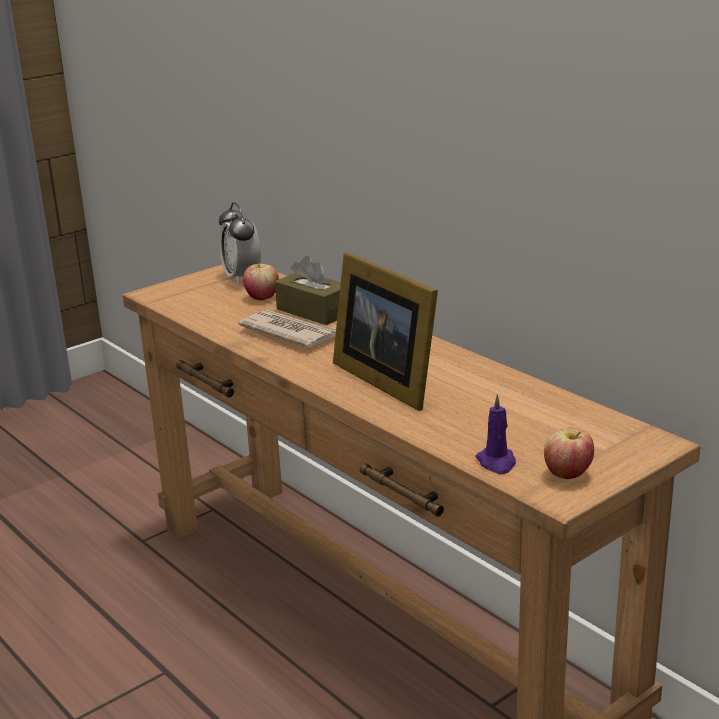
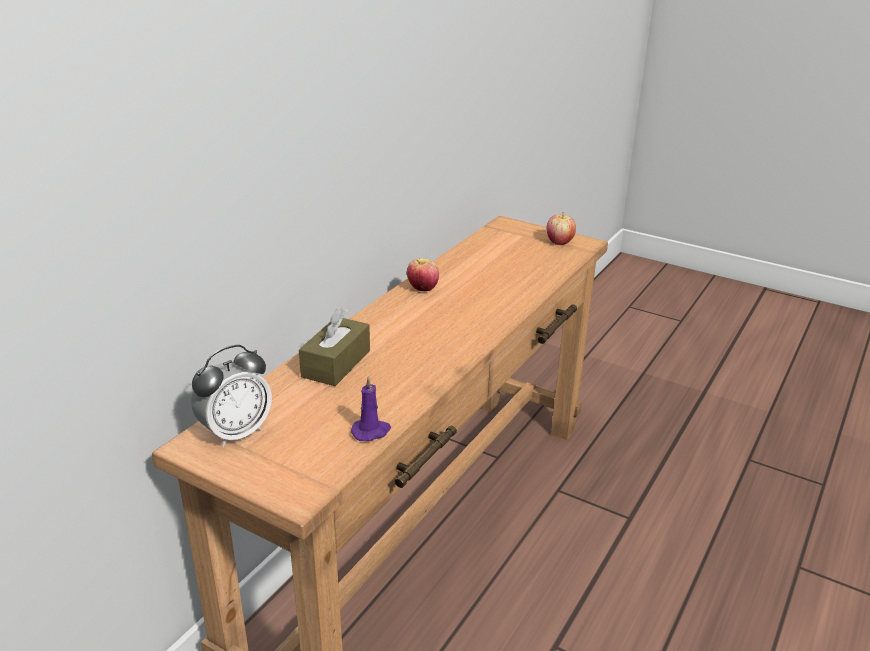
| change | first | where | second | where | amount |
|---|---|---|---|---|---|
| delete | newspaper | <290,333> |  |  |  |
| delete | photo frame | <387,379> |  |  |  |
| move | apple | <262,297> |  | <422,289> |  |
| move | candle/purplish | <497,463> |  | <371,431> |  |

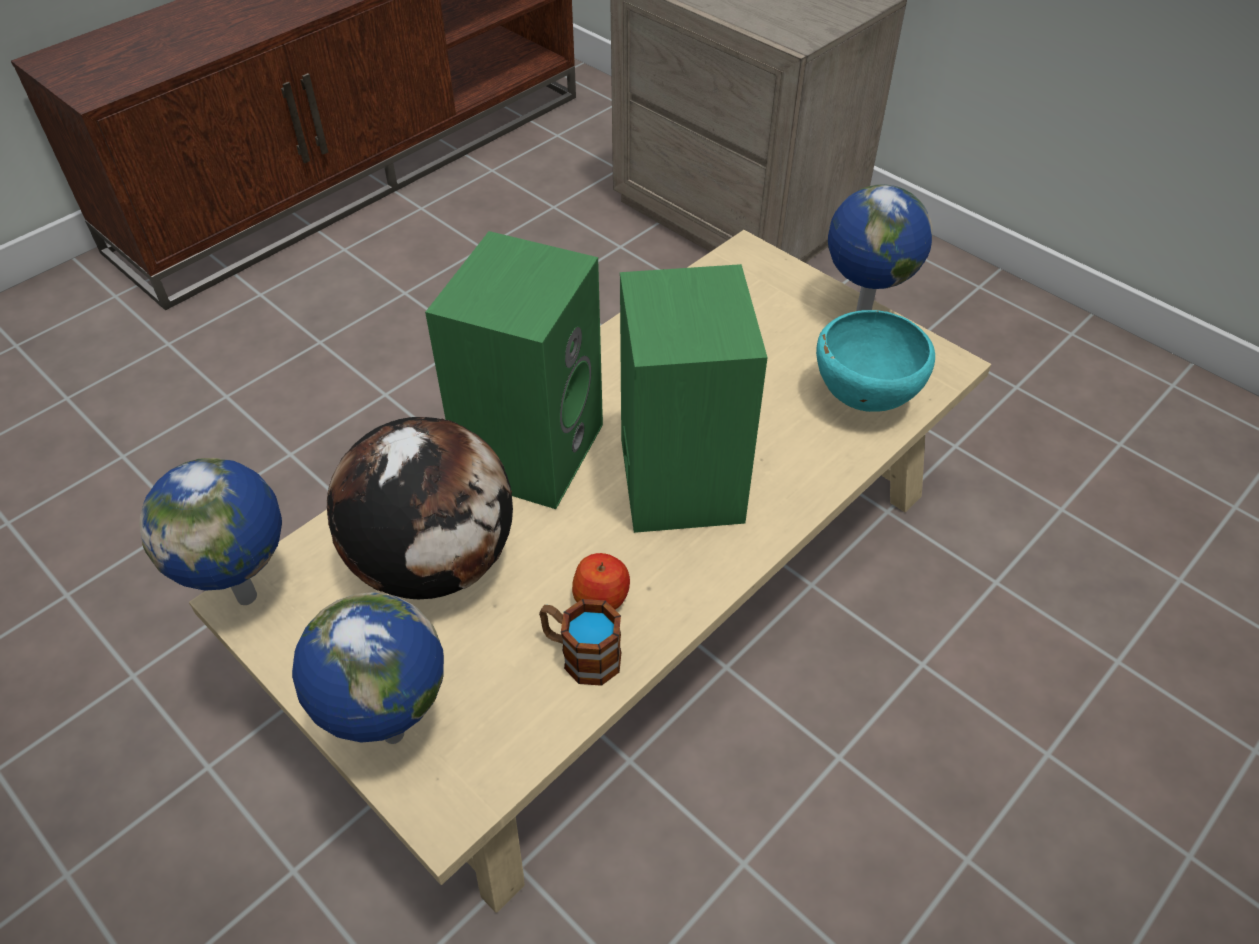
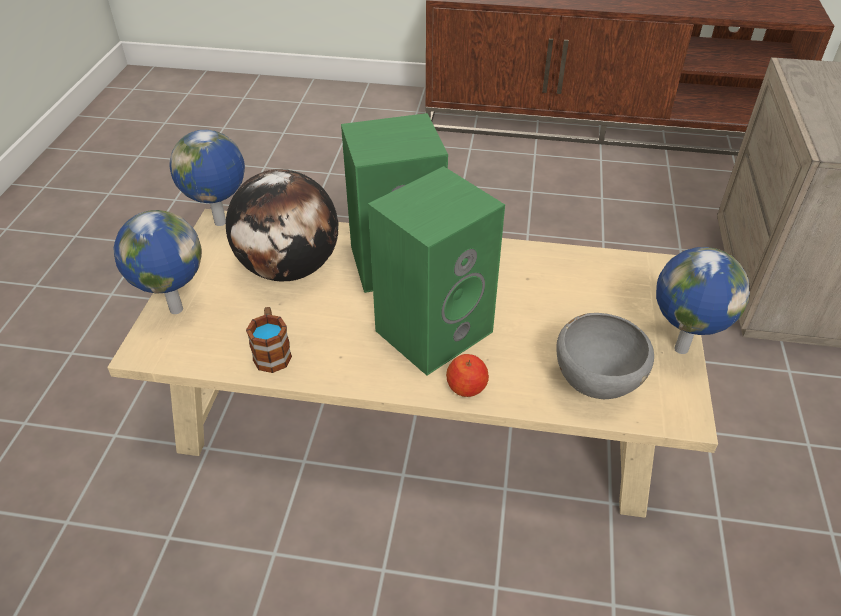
| change | first | where | second | where | amount |
|---|---|---|---|---|---|
| move | apple | <601,597> |  | <467,387> |  |
| recolor | bowl/turquoise | <862,400> | bowl/gray | <594,385> |  |

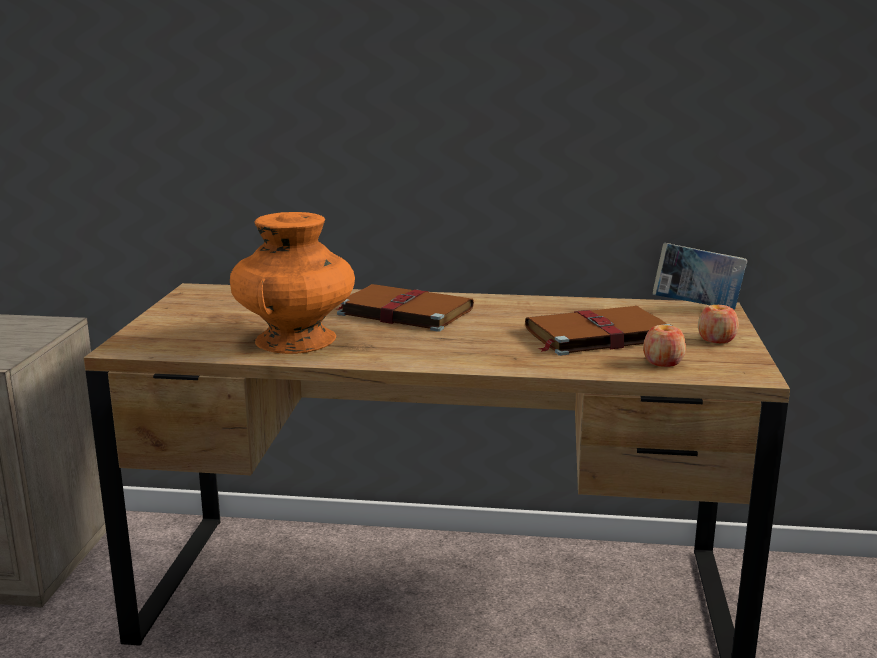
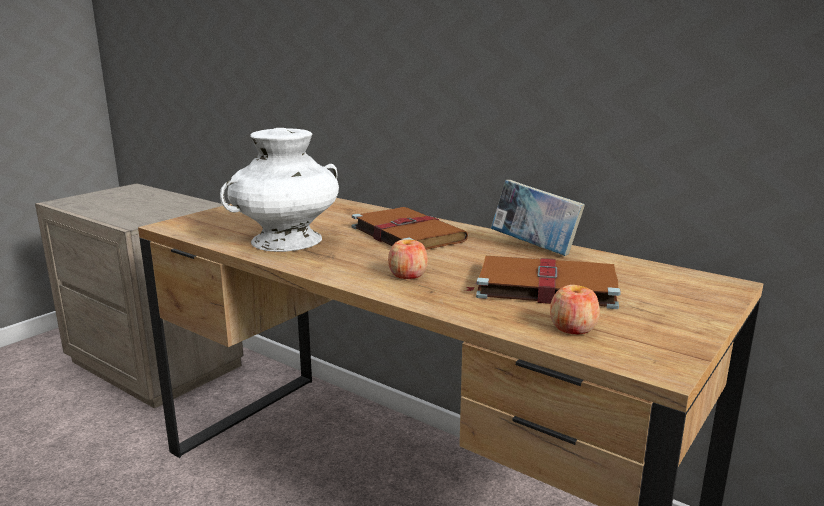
| change | first | where | second | where | amount |
|---|---|---|---|---|---|
| move | book | <696,308> |  | <534,249> |  |
| move | apple | <716,339> |  | <408,275> |  |
| recolor | flower vase/orange-coloured | <295,340> | flower vase/white | <286,241> |  |

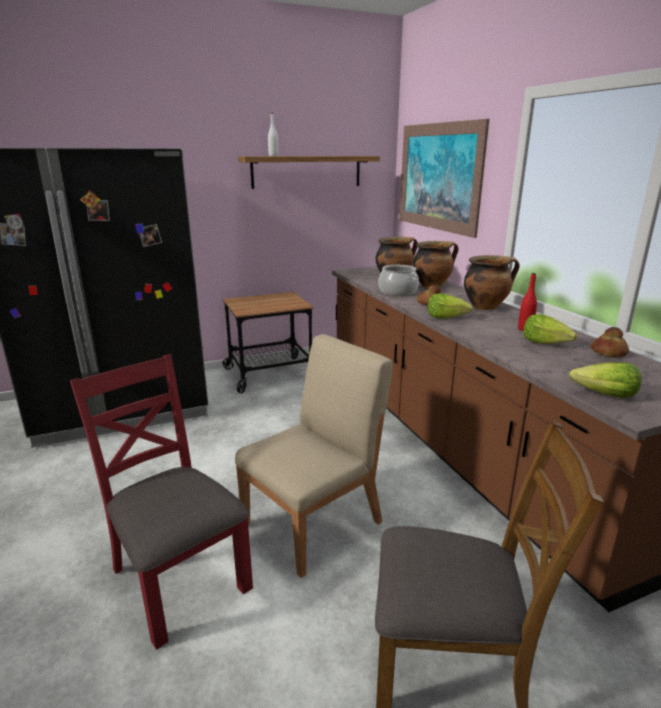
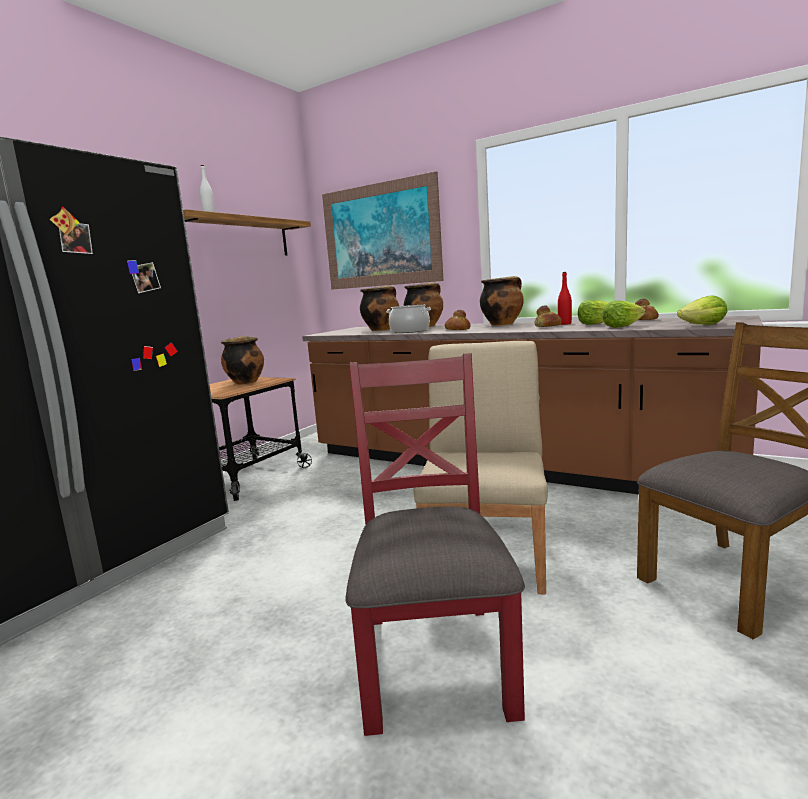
| change | first | where | second | where | amount |
|---|---|---|---|---|---|
| insert |  |  | saucepot | <245,382> |  |
| insert |  |  | bread | <547,326> |  |
| move | lettuce | <446,317> |  | <622,326> |  |
| rotate | plain chair/red | <178,578> |  | <435,661> | 75 degrees clockwise |

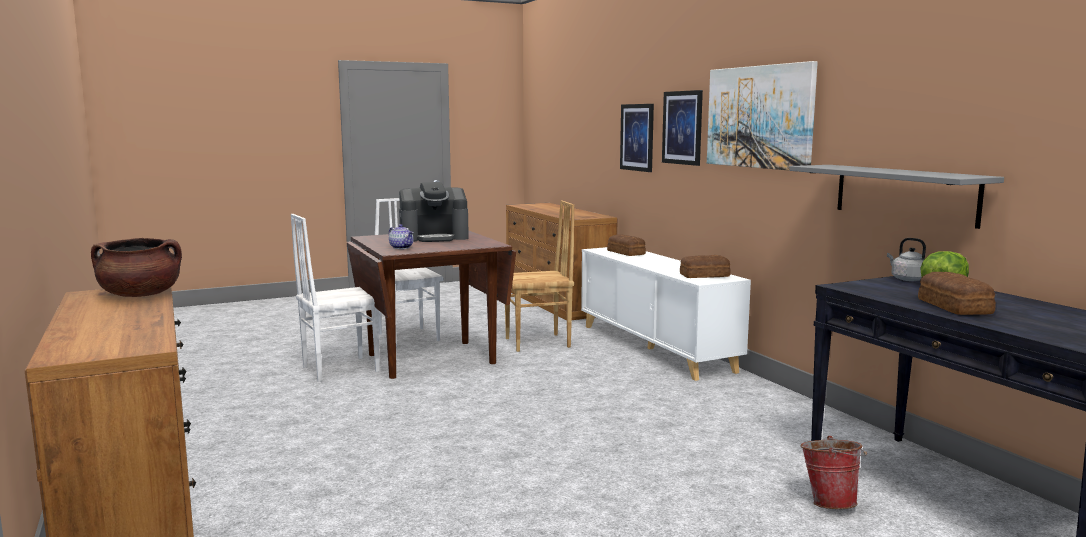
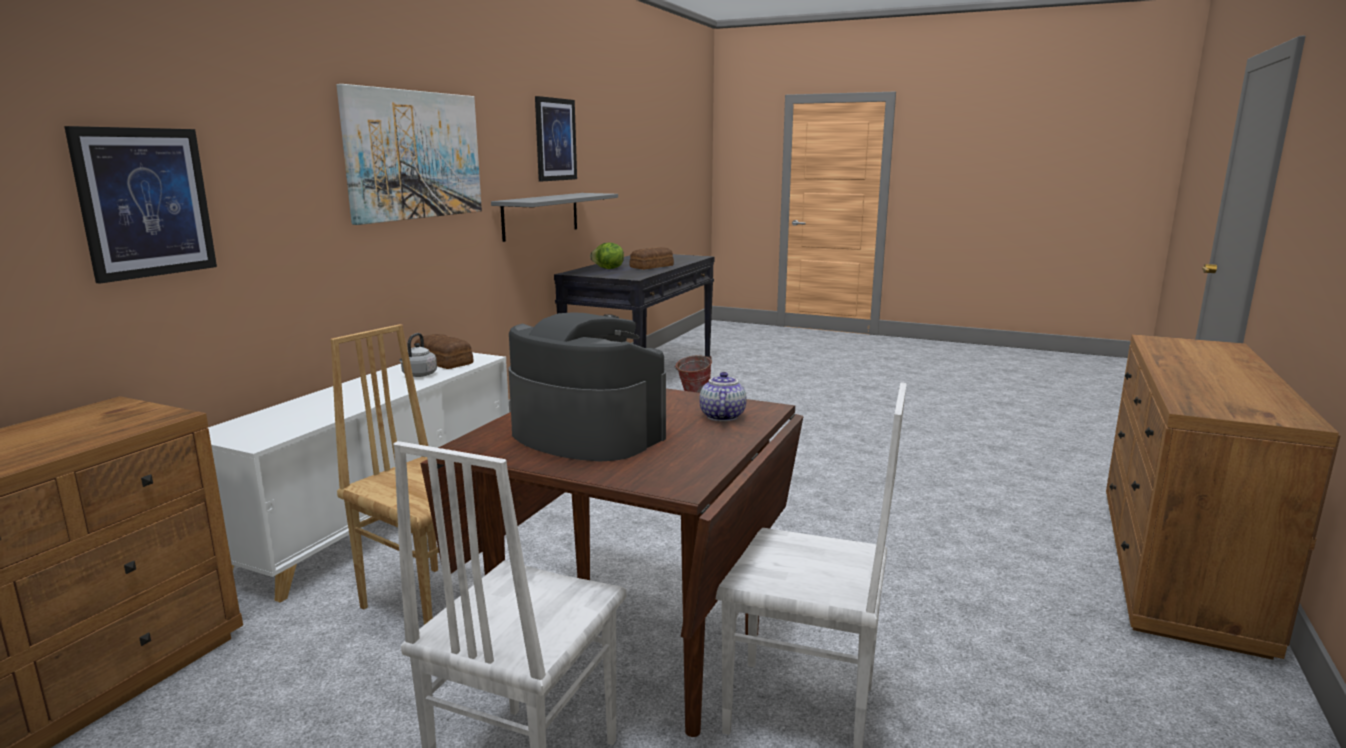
| change | first | where | second | where | amount |
|---|---|---|---|---|---|
| delete | saucepot/brownish | <140,295> |  |  |  |
| delete | bread | <626,252> |  |  |  |
| move | picture | <682,127> |  | <555,139> |  |
| move | kettle/gray | <907,279> |  | <418,375> |  |

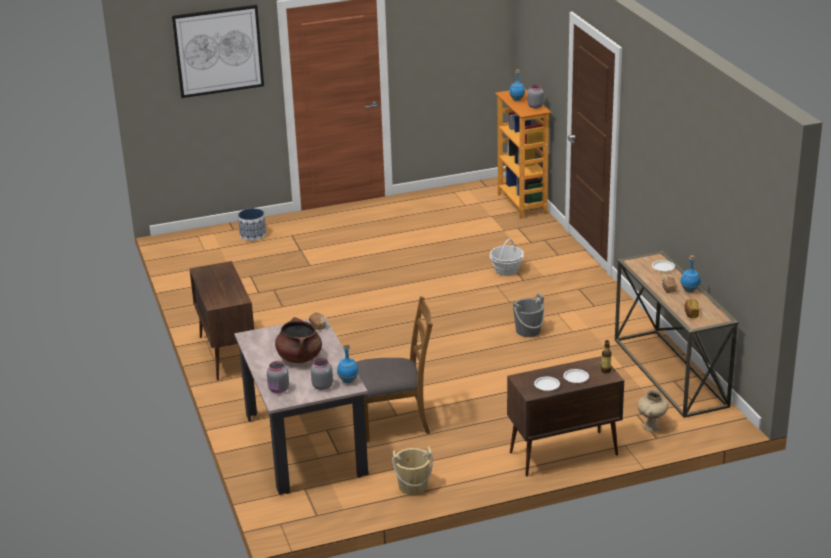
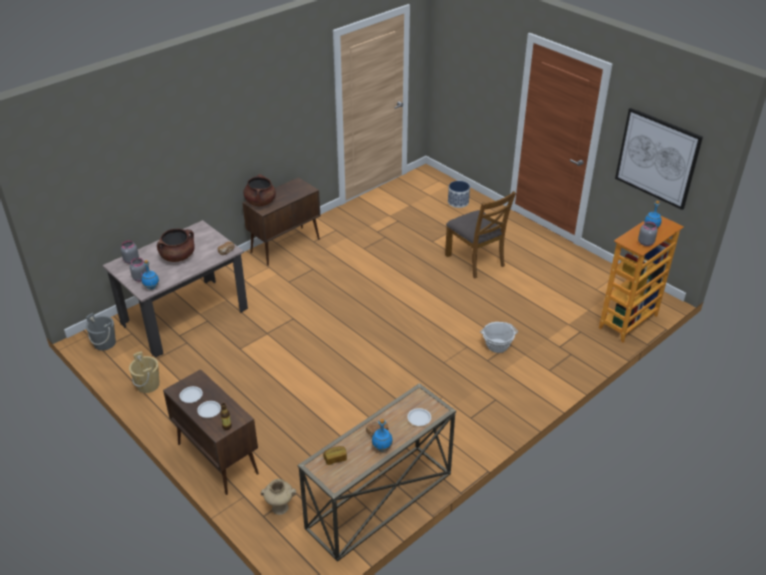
| change | first | where | second | where | amount |
|---|---|---|---|---|---|
| insert |  |  | saucepot/brownish | <260,202> |  |
| move | picture | <218,51> |  | <657,158> |  |
| move | plain chair/brownish | <394,421> |  | <475,260> |  |
| move | pail/gray | <528,331> |  | <104,343> |  |

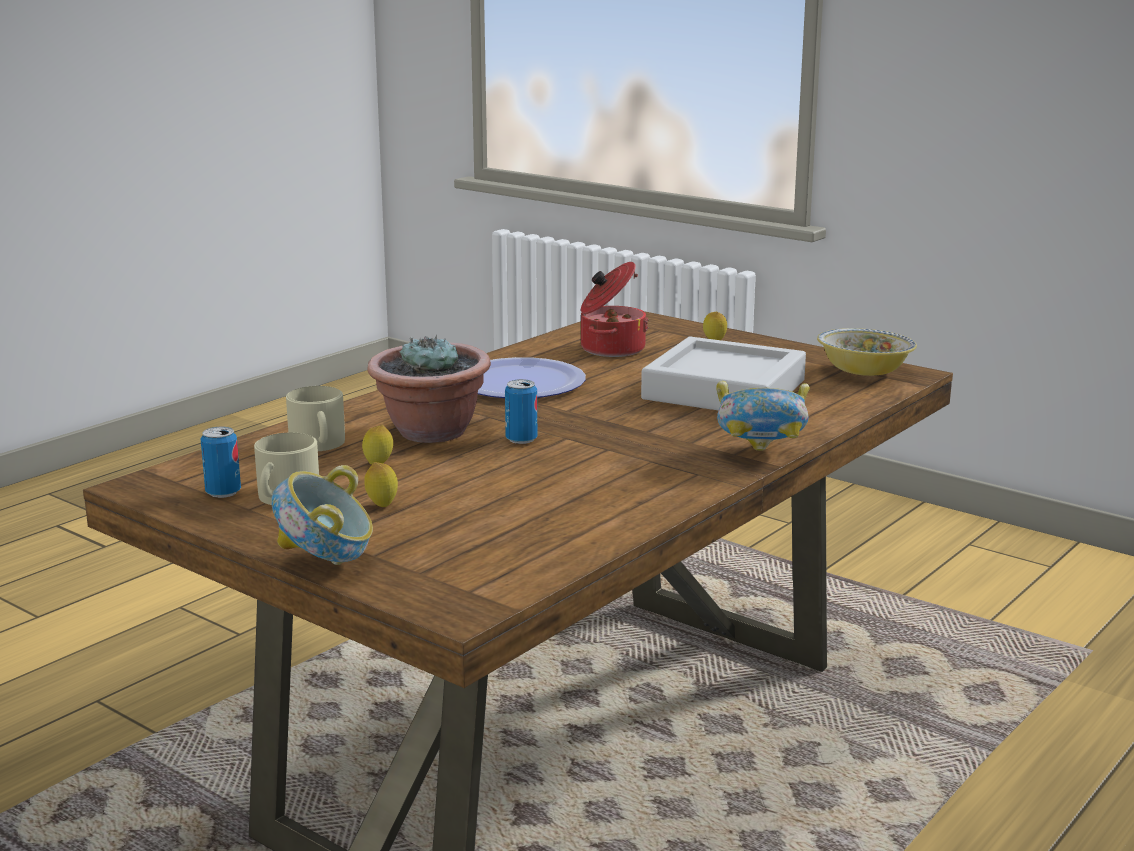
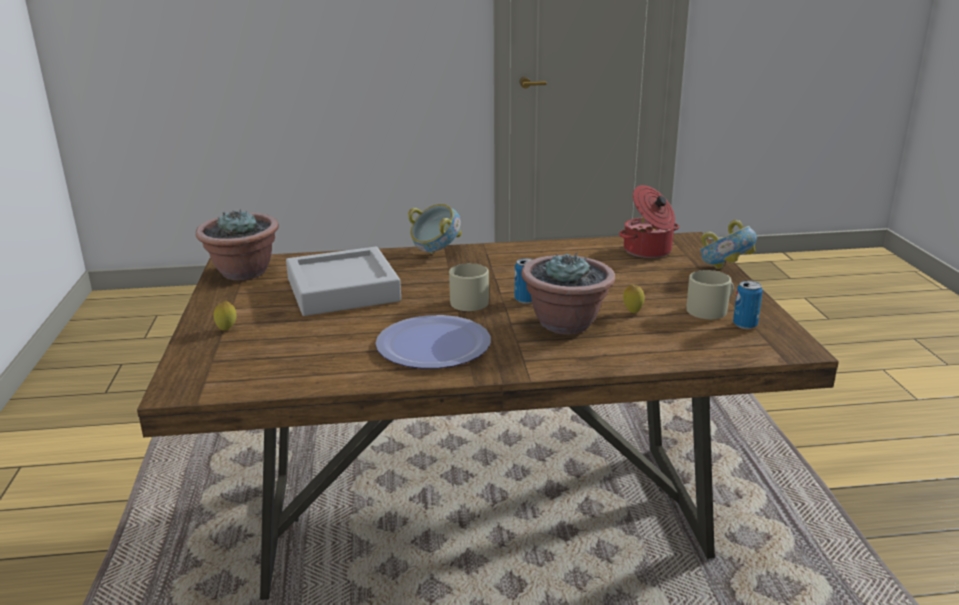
| change | first | where | second | where | amount |
|---|---|---|---|---|---|
| delete | lemon | <382,505> |  |  |  |
| move | mug/beige-coloured | <318,444> |  | <471,301> |  |
| move | saucepot | <610,349> |  | <648,251> |  |
| replace | bowl | <864,372> | plant in a pot | <243,273> |  |

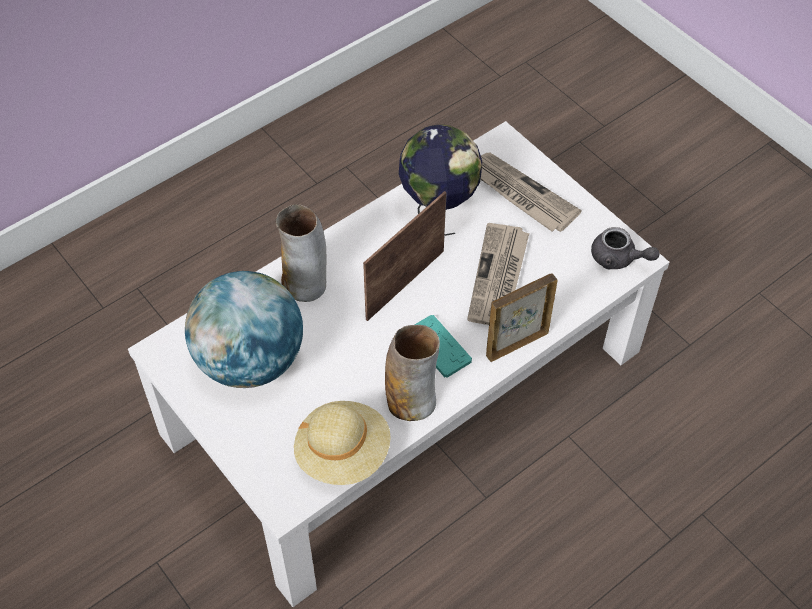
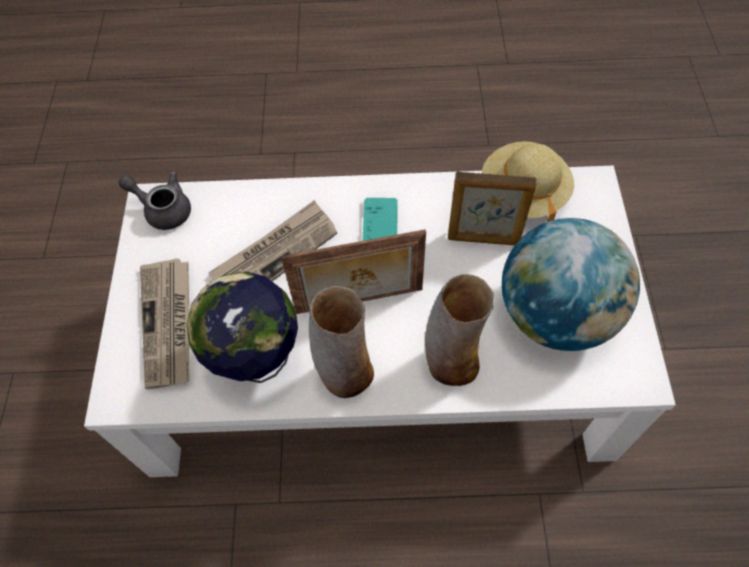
| change | first | where | second | where | amount |
|---|---|---|---|---|---|
| move | flower vase | <411,400> |  | <345,375> |  |
| move | photo frame | <516,344> |  | <483,239> |  |
| rotate | pot for tea/gray | <618,259> |  | <163,209> | 45 degrees counterclockwise |

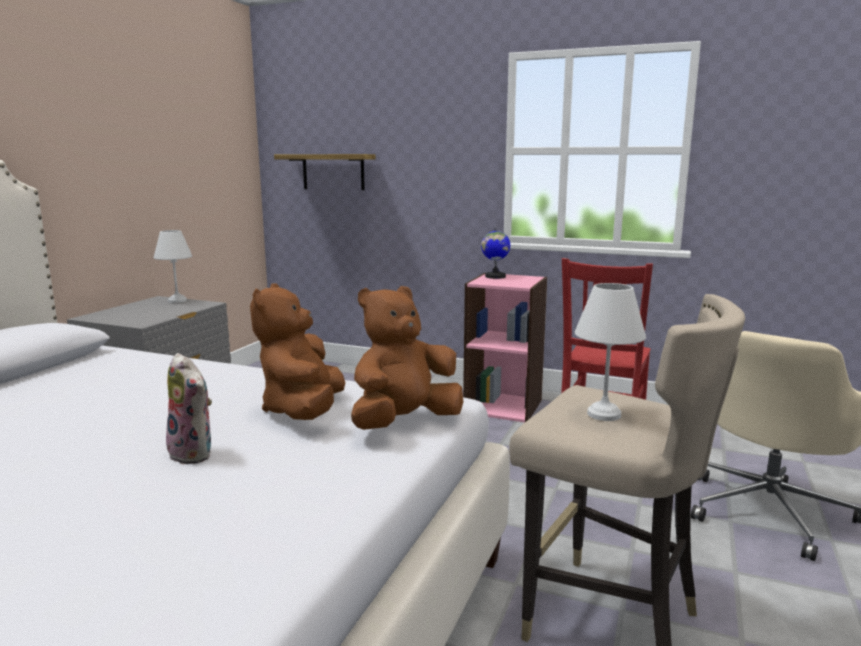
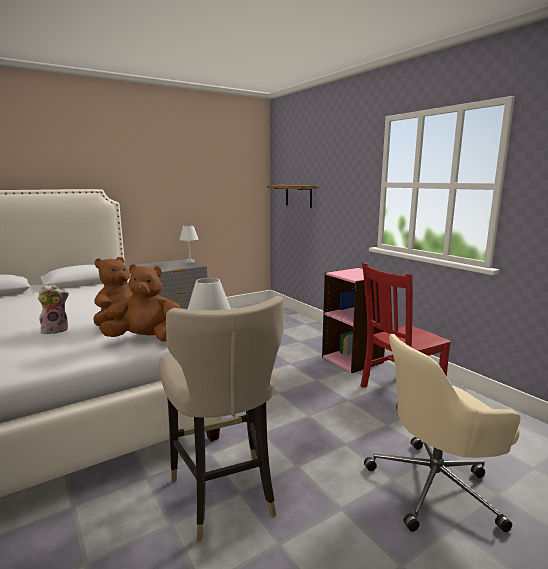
| change | first | where | second | where | amount |
|---|---|---|---|---|---|
| delete | world globe | <495,276> |  |  |  |
| rotate | plush toy | <195,453> |  | <56,330> | 105 degrees counterclockwise |

